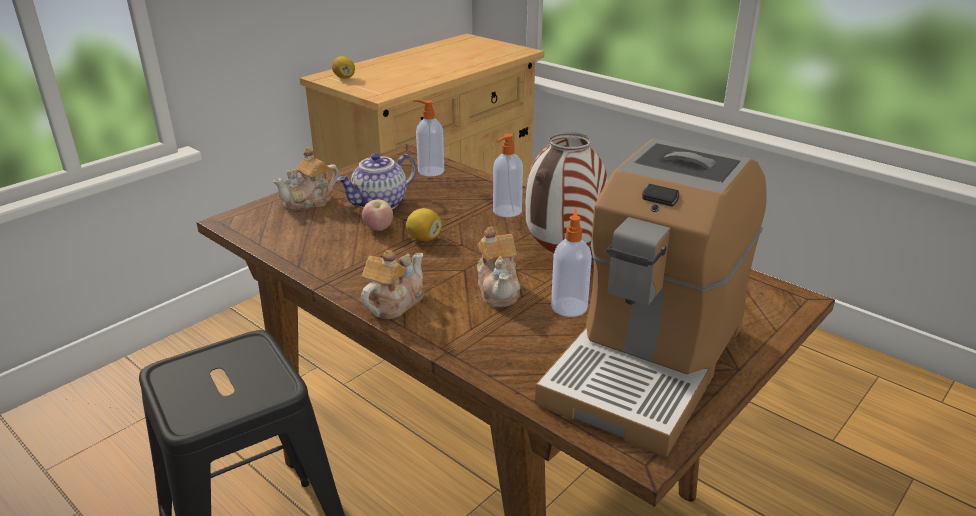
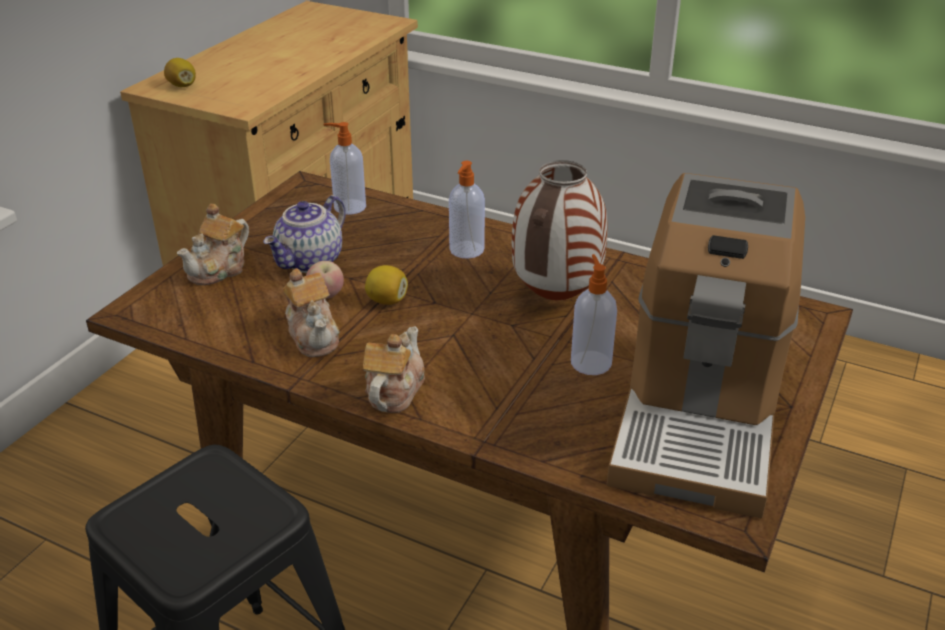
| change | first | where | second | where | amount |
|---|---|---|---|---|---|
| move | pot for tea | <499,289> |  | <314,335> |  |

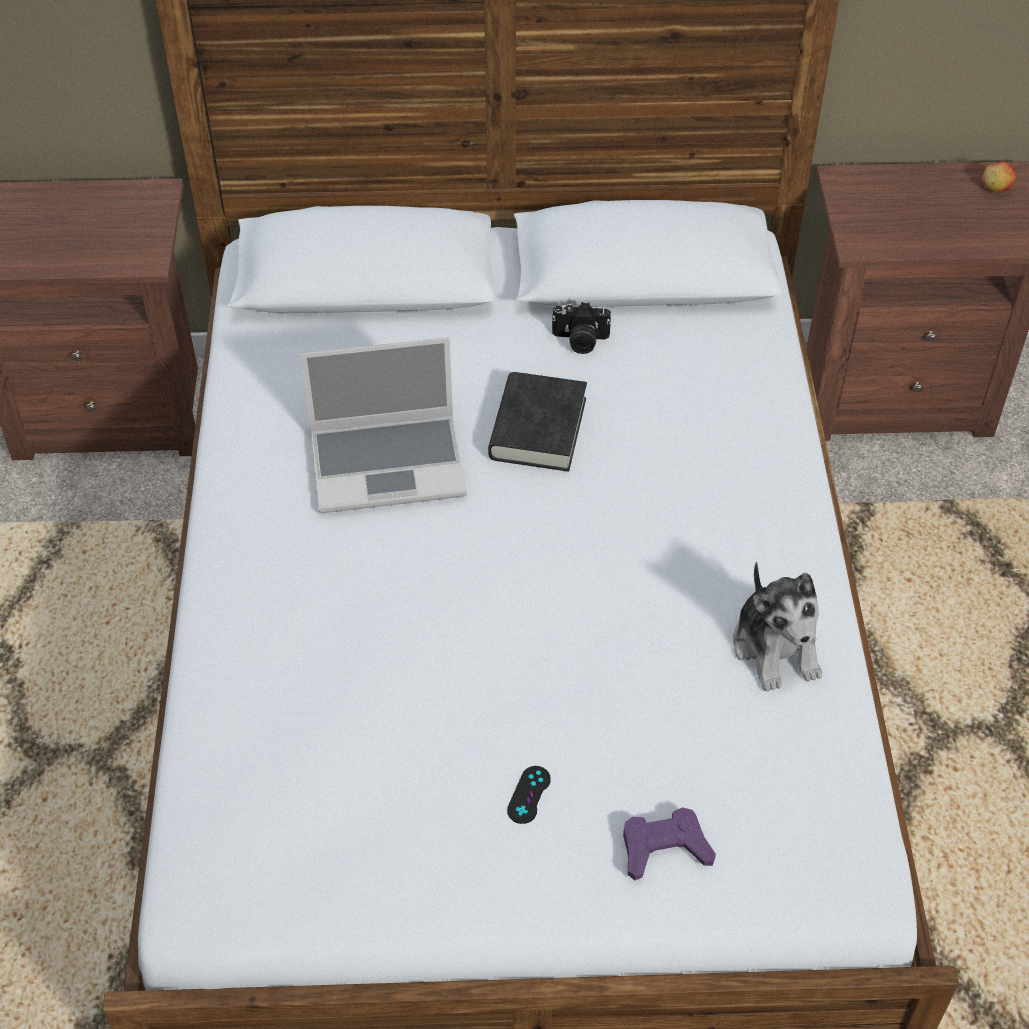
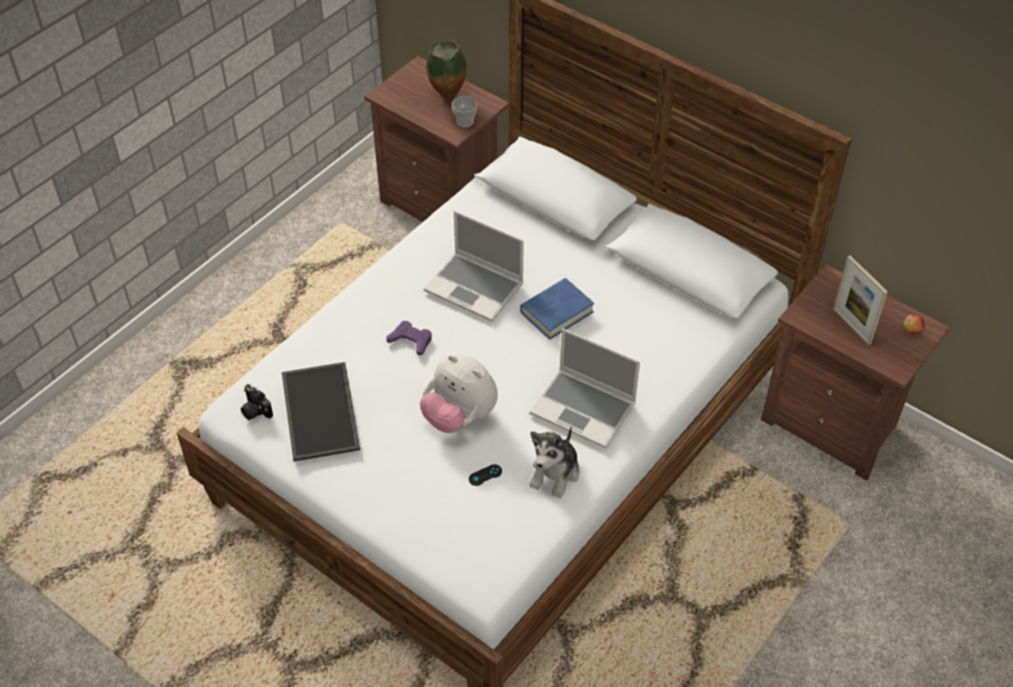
| change | first | where | second | where | amount |
|---|---|---|---|---|---|
| insert |  |  | serving tray | <318,410> |  |
| insert |  |  | plush toy | <459,416> |  |
| insert |  |  | flower vase | <448,97> |  |
| insert |  |  | drinking cup | <465,121> |  |
| insert |  |  | laptop | <584,409> |  |
| insert |  |  | photo frame | <851,326> |  |
| move | game controller/black-coloured | <529,795> |  | <485,475> |  |
| move | still camera | <580,341> |  | <255,410> |  |
| move | game controller/purplish | <664,848> |  | <411,340> |  |
| recolor | book/black-coloured | <538,429> | book/blue-coloured | <556,312> |  |

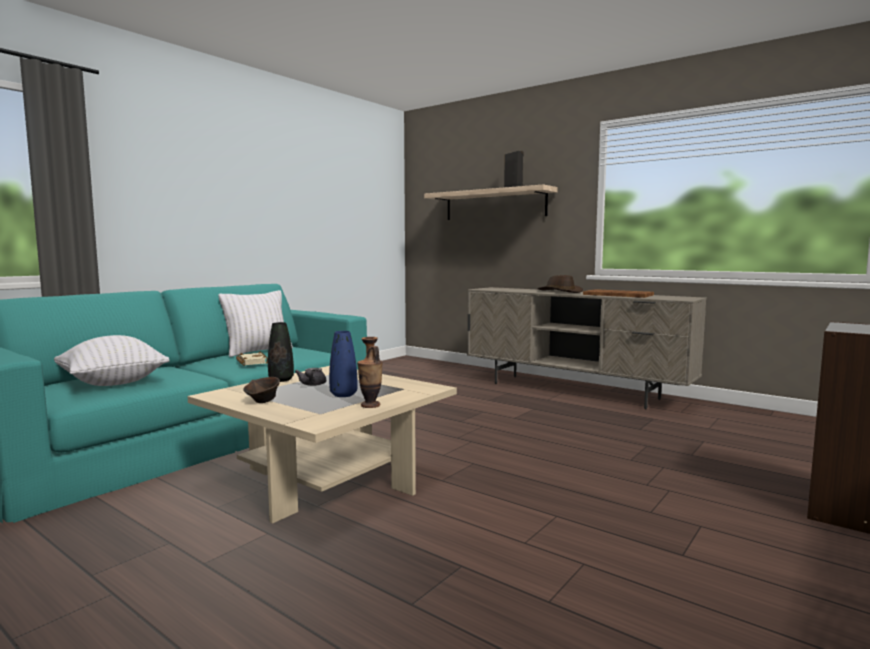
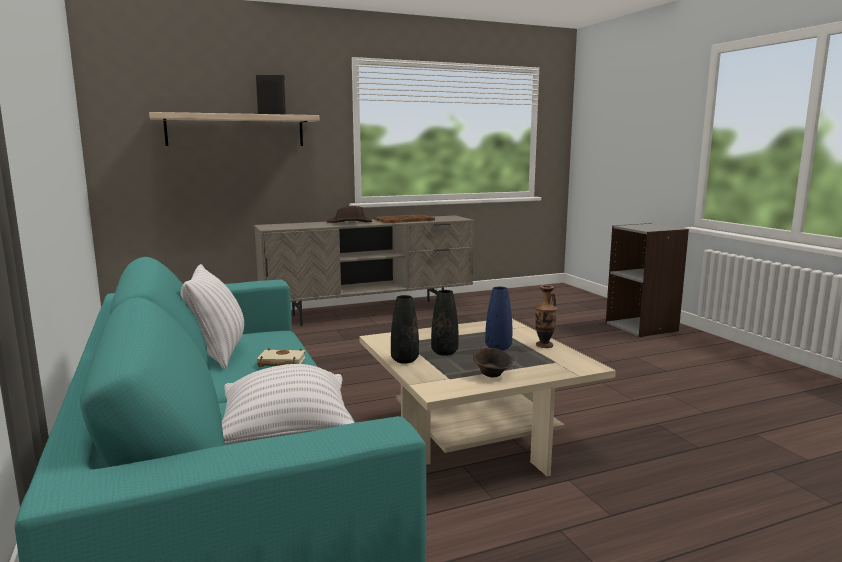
| change | first | where | second | where | amount |
|---|---|---|---|---|---|
| replace | pot for tea/gray | <312,385> | flower vase/black-coloured | <444,352> |  |

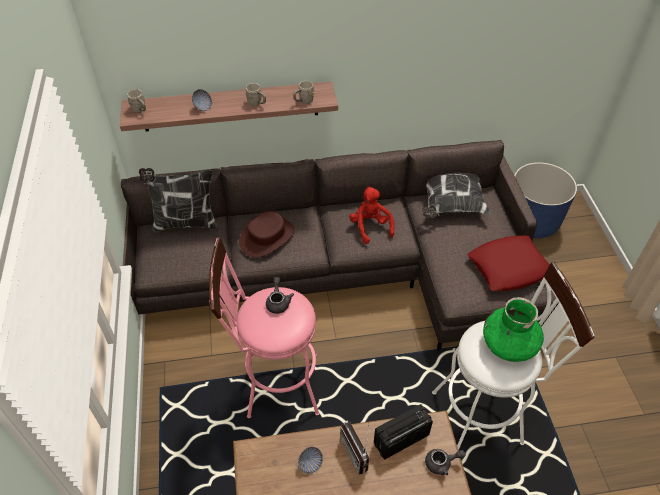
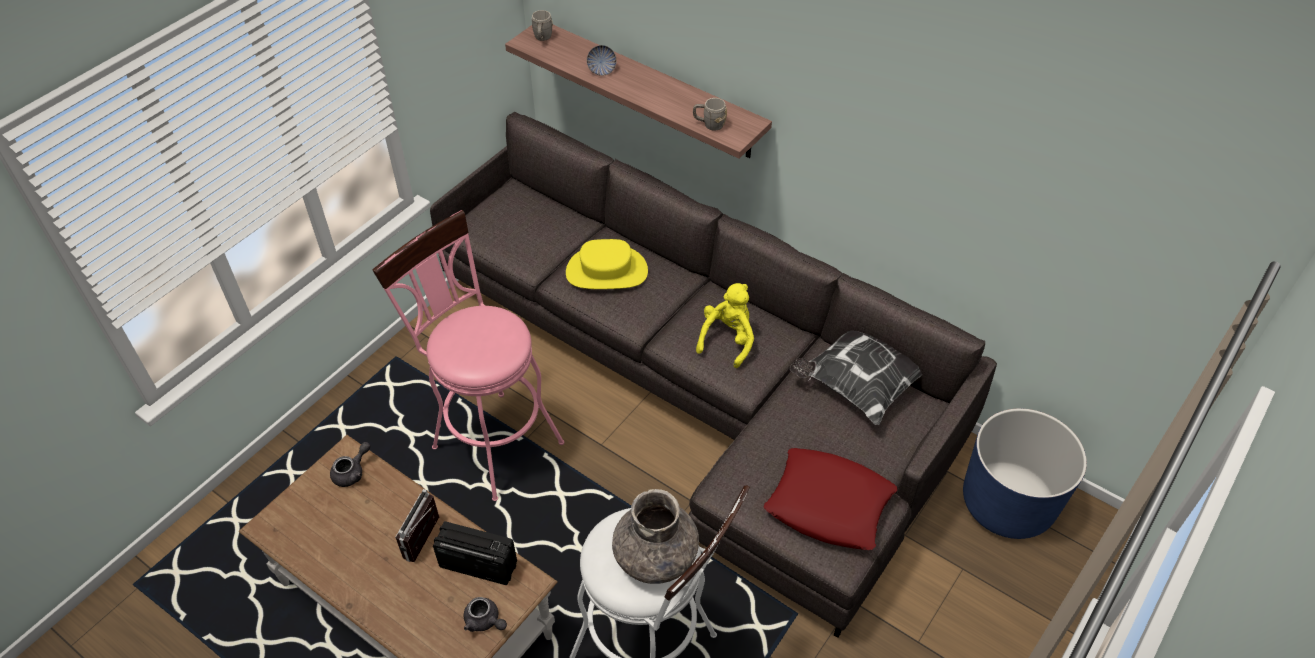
| change | first | where | second | where | amount |
|---|---|---|---|---|---|
| delete | throw pillow | <185,223> |  |  |  |
| delete | mug/gray | <257,103> |  |  |  |
| delete | bowl | <310,464> |  |  |  |
| move | pot for tea/gray | <278,302> |  | <352,472> |  |
| recolor | hat/brownish | <267,237> | hat/yellowish | <606,272> |  |
| recolor | plush toy/red | <370,227> | plush toy/yellowish | <727,339> |  |
| recolor | flower vase/greenish | <509,344> | flower vase/gray | <656,555> |  |

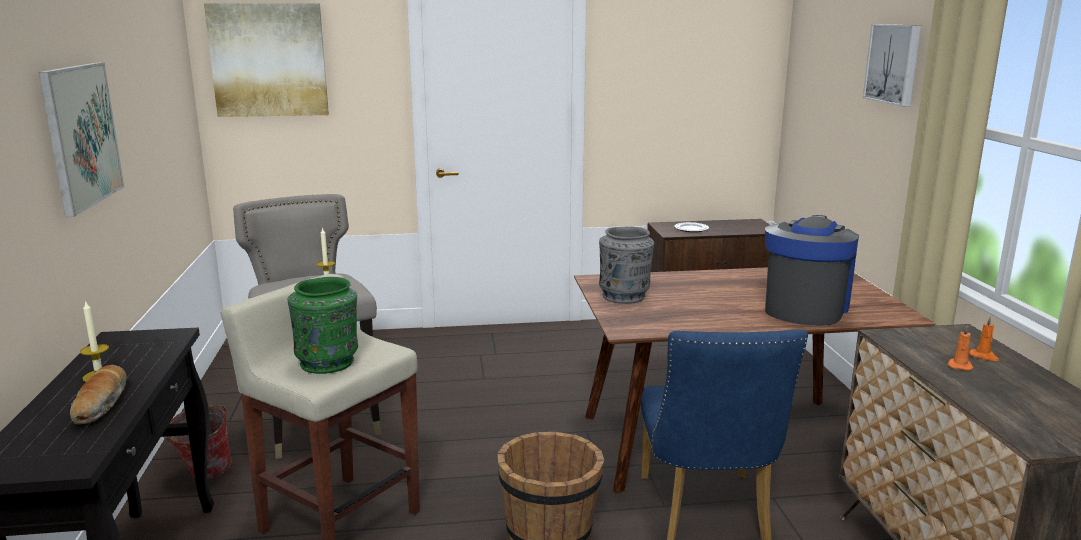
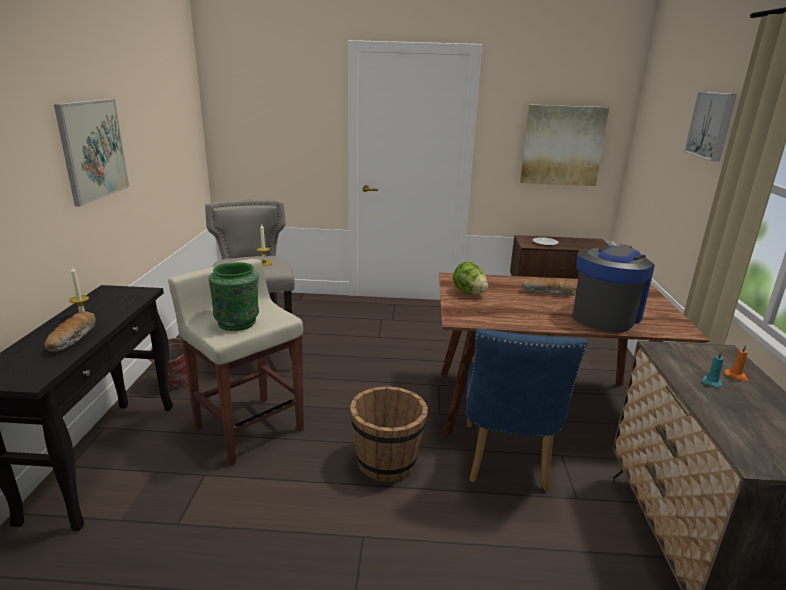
| change | first | where | second | where | amount |
|---|---|---|---|---|---|
| insert |  |  | bread | <547,293> |  |
| move | picture | <268,60> |  | <562,145> |  |
| replace | flower vase/gray | <625,296> | lettuce | <469,292> |  |
| recolor | candle/orange-coloured | <959,366> | candle/turquoise | <711,382> |  |

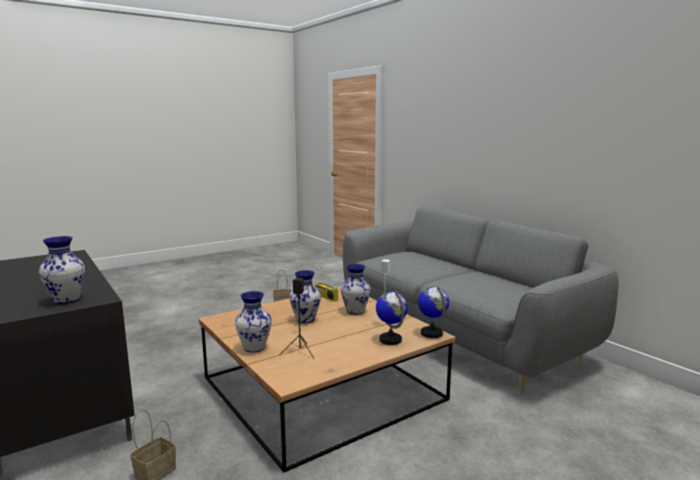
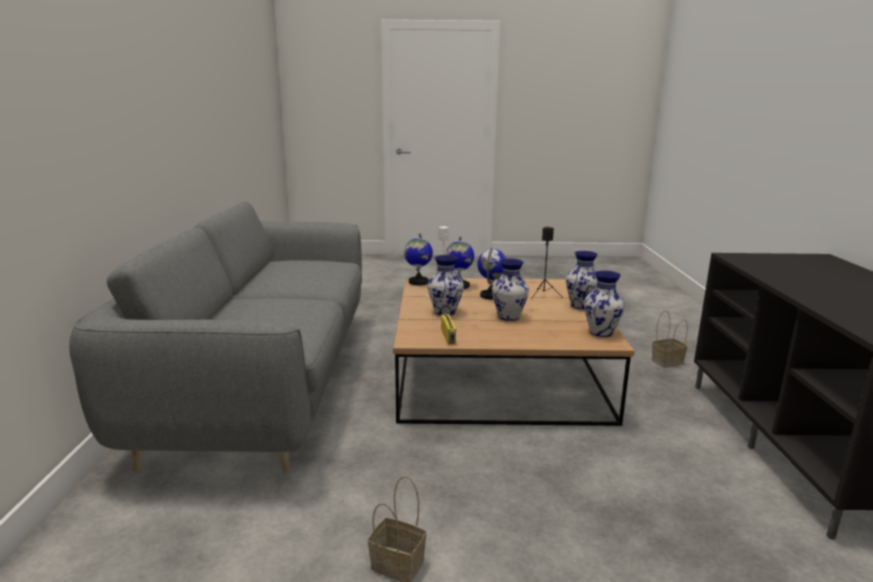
| change | first | where | second | where | amount |
|---|---|---|---|---|---|
| insert |  |  | world globe | <491,296> |  |
| move | flower vase | <66,300> |  | <601,332> |  |

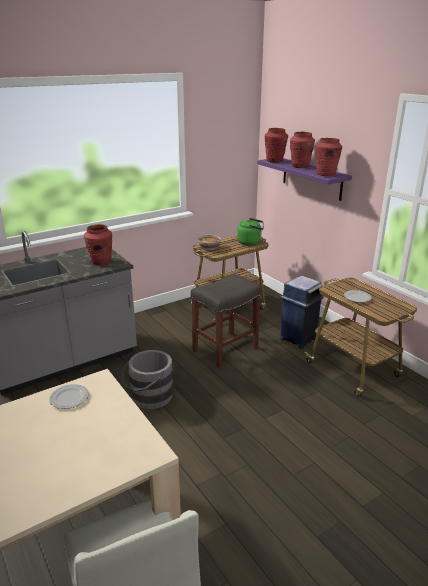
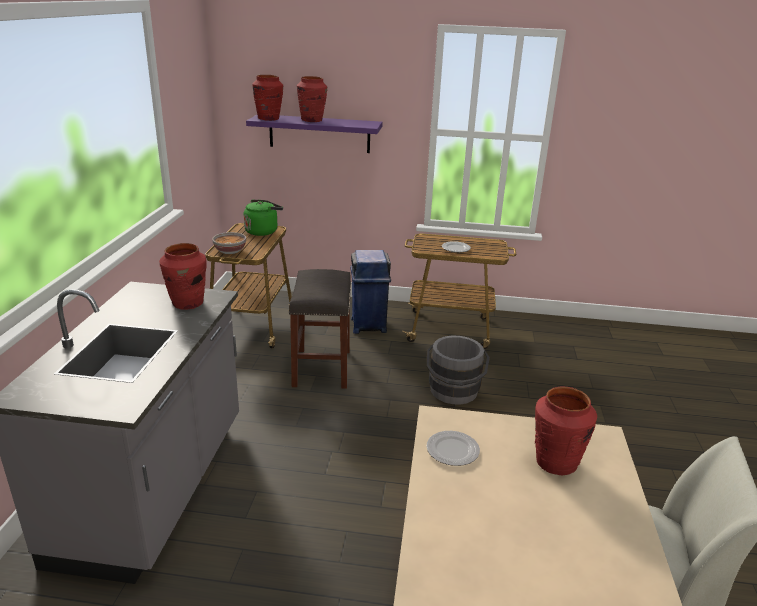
| change | first | where | second | where | amount |
|---|---|---|---|---|---|
| move | pail/gray | <148,397> |  | <453,393> |  |
| move | flower vase/red | <325,174> |  | <555,462> |  |

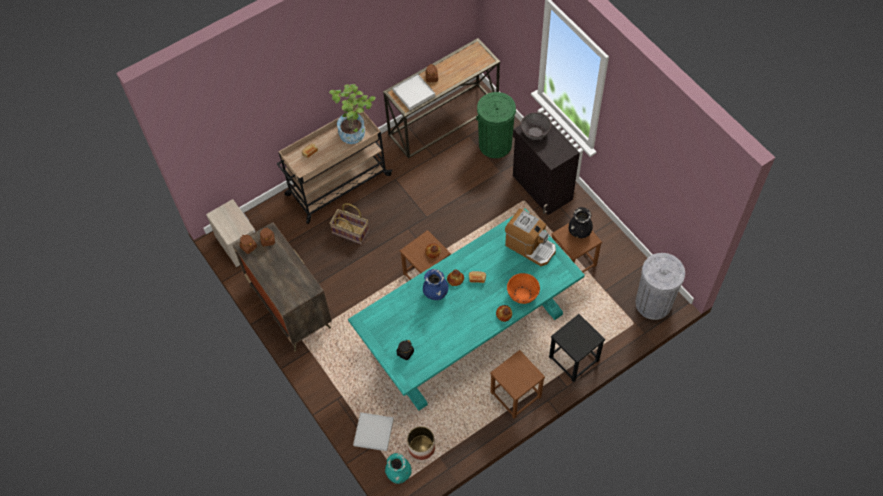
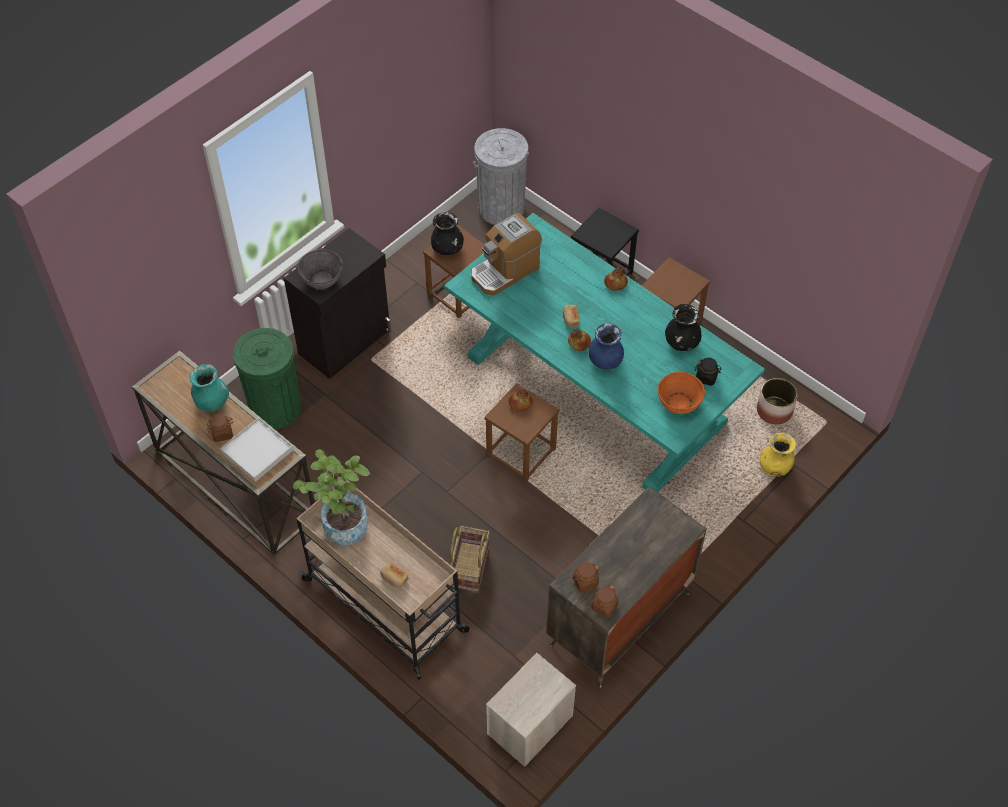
| change | first | where | second | where | amount |
|---|---|---|---|---|---|
| insert |  |  | flower vase/black-coloured | <681,342> |  |
| move | flower vase/turquoise | <399,473> |  | <211,402> |  |
| move | bowl/orange-coloured | <522,294> |  | <679,402> |  |
| replace | serving tray/white | <373,432> | flower vase/yellowish | <775,467> |  |
| rotate | coffee maker | <530,246> |  | <505,271> | 150 degrees counterclockwise |

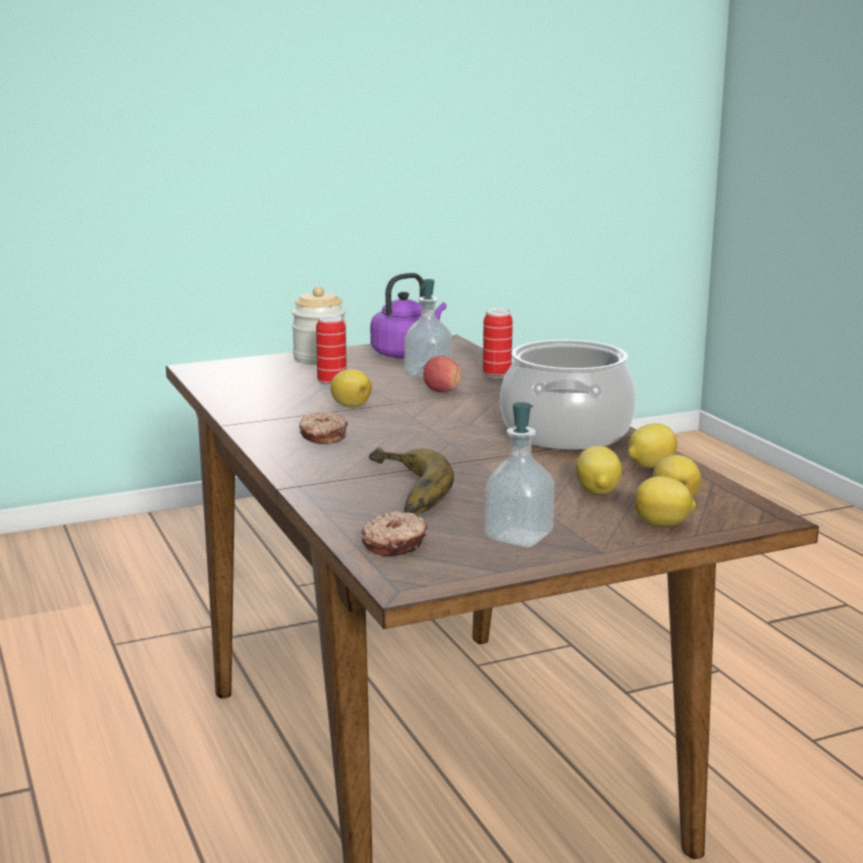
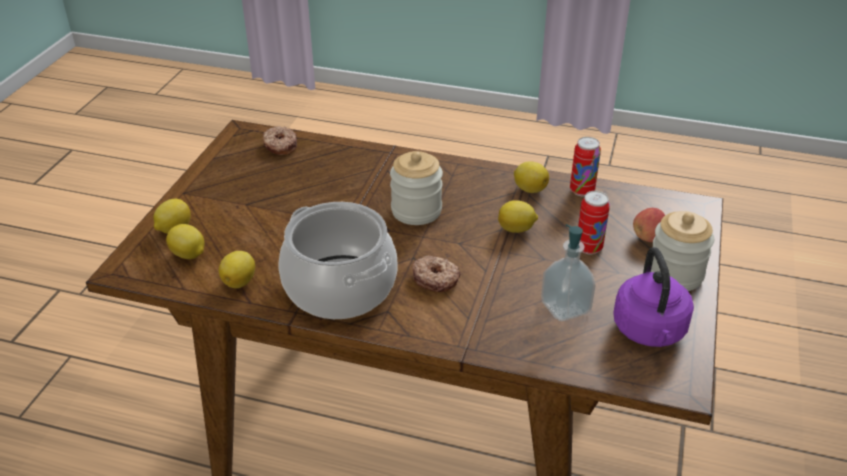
| change | first | where | second | where | amount |
|---|---|---|---|---|---|
| delete | whole banana | <400,491> |  |  |  |
| delete | soap bottle | <518,537> |  |  |  |
| insert |  |  | storage jar | <416,211> |  |
| move | donut | <322,436> |  | <435,279> |  |
| move | apple | <441,391> |  | <648,237> |  |
| move | metal can | <497,375> |  | <582,191> |  |
| move | lemon | <597,492> |  | <529,189> |  |

